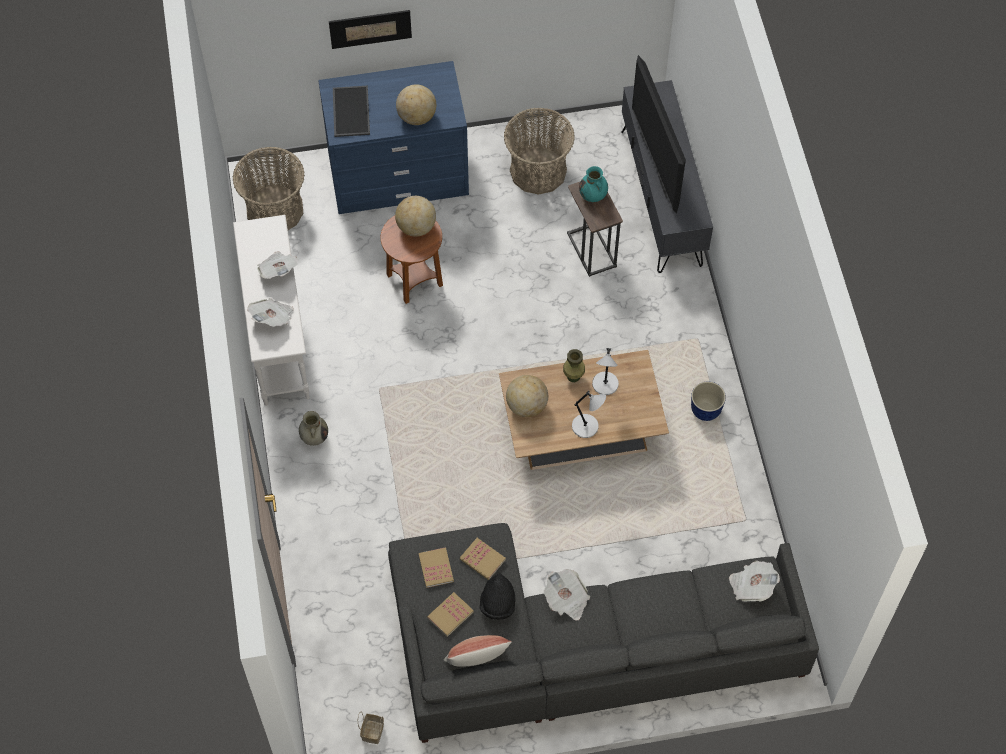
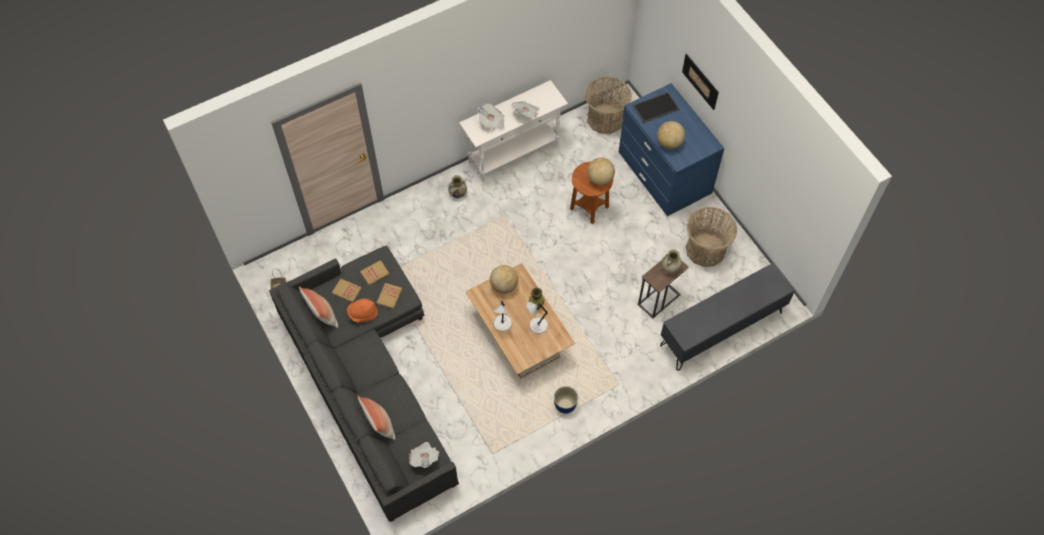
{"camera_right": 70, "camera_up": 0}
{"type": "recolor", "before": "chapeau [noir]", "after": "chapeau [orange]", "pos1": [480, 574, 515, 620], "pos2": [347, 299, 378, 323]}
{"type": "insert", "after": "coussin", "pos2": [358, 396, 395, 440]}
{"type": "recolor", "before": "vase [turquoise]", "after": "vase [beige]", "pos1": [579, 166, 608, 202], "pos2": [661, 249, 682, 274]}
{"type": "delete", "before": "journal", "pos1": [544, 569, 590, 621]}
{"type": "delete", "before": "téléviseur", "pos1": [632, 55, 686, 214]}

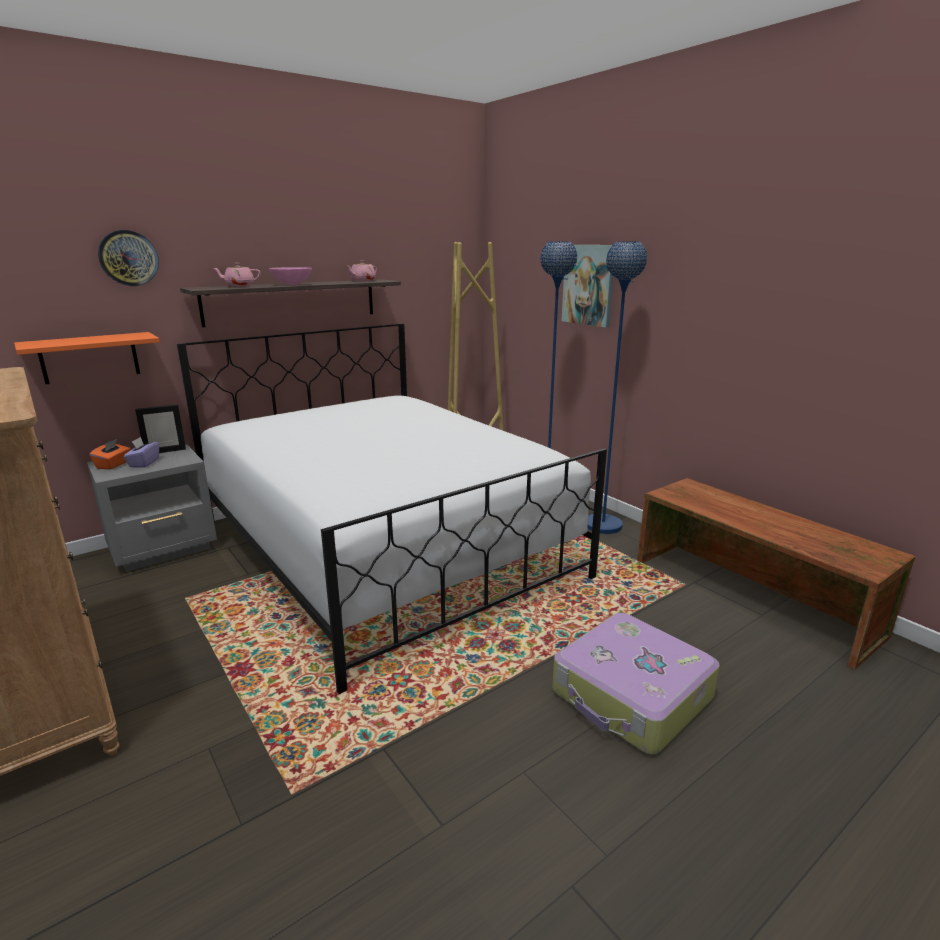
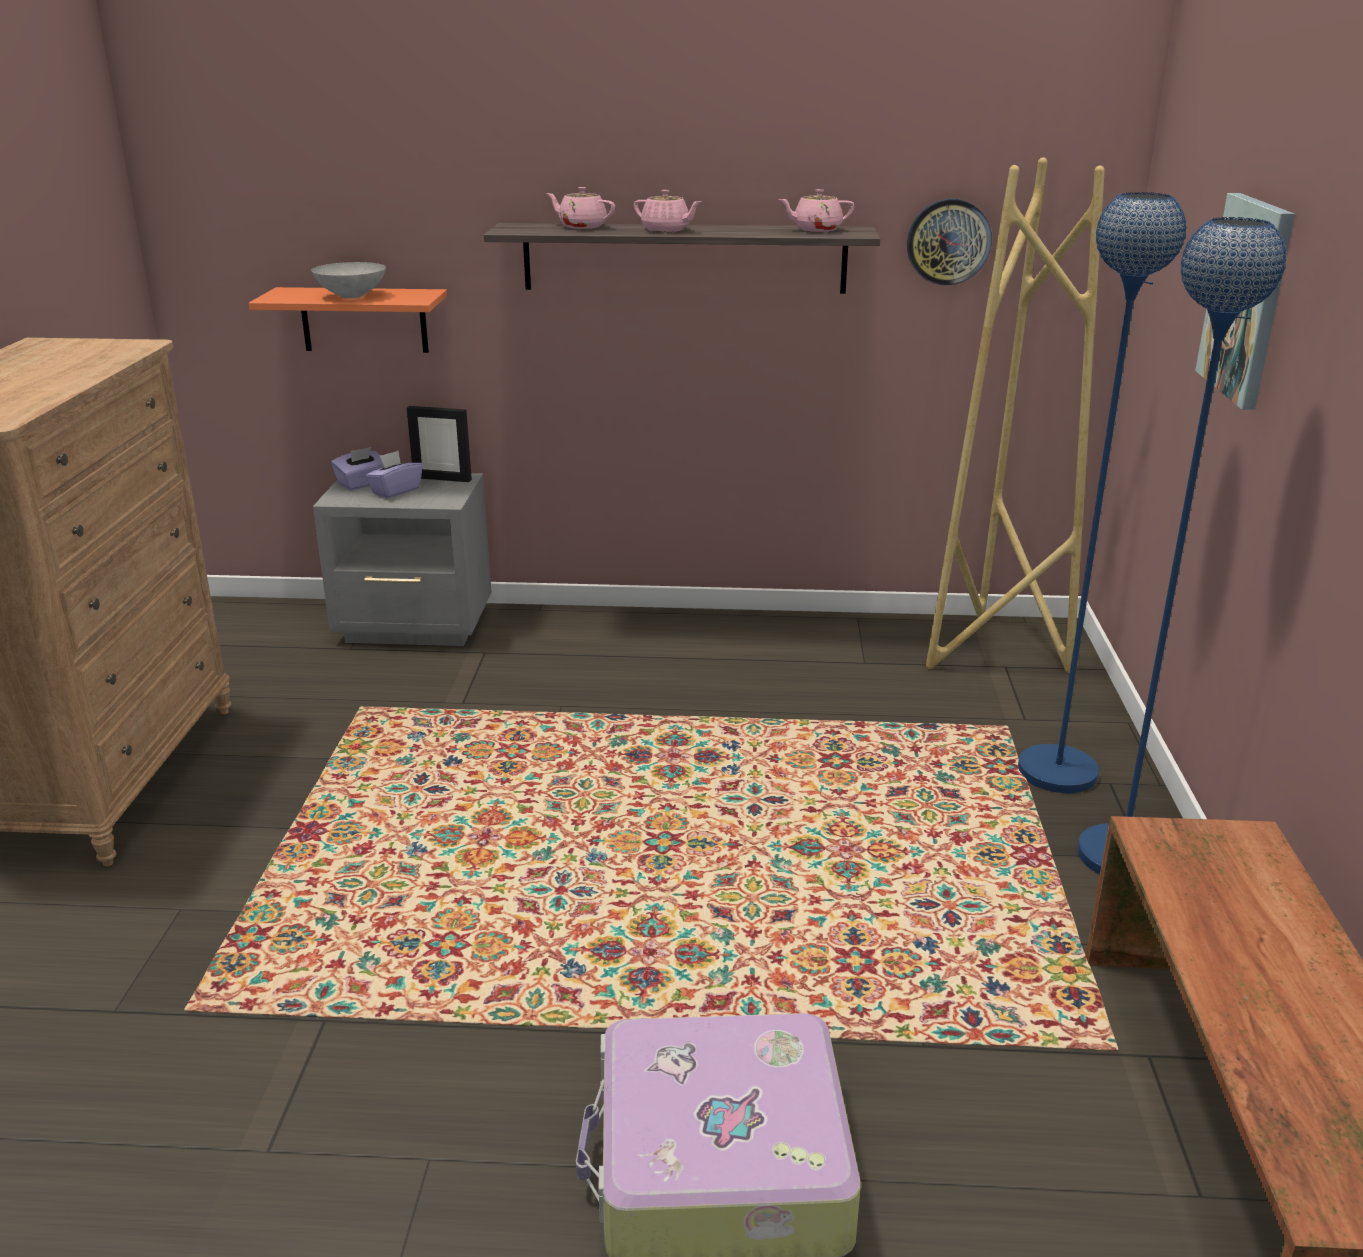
{"camera_right": 40, "camera_up": 5}
{"type": "insert", "after": "bol [gris]", "pos2": [311, 262, 386, 299]}
{"type": "recolor", "before": "boîte à mouchoirs [orange]", "after": "boîte à mouchoirs [violet]", "pos1": [89, 439, 131, 470], "pos2": [331, 447, 384, 490]}
{"type": "replace", "before": "bol [rose]", "after": "théière [rose]", "pos1": [269, 267, 312, 285], "pos2": [634, 190, 702, 232]}
{"type": "move", "before": "horloge murale", "pos1": [98, 230, 159, 286], "pos2": [907, 199, 992, 285]}
{"type": "delete", "before": "lit [blanc]", "pos1": [177, 323, 607, 694]}

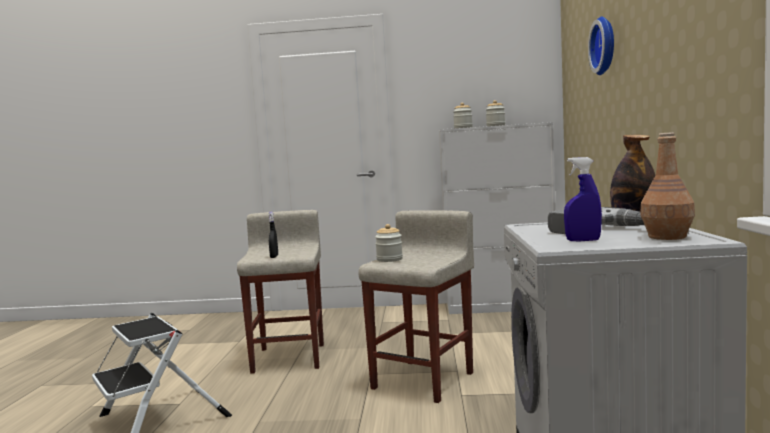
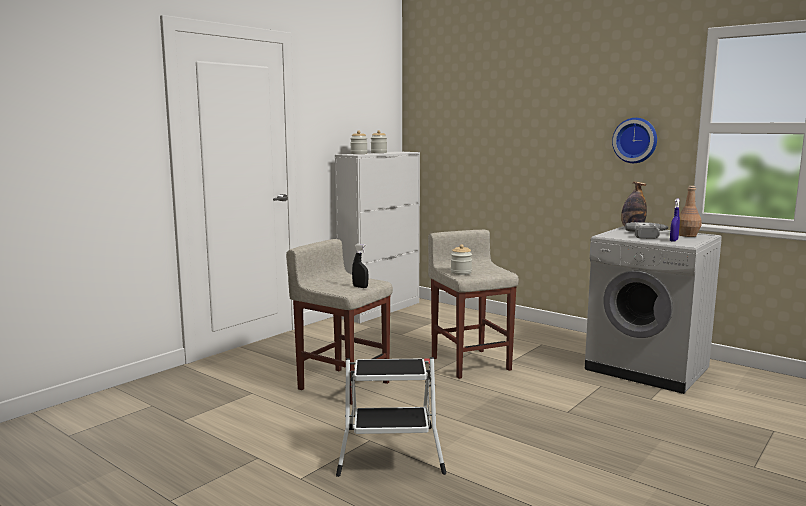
{"camera_right": -55, "camera_up": 5}
{"type": "move", "before": "horloge murale", "pos1": [588, 17, 614, 75], "pos2": [612, 118, 657, 163]}

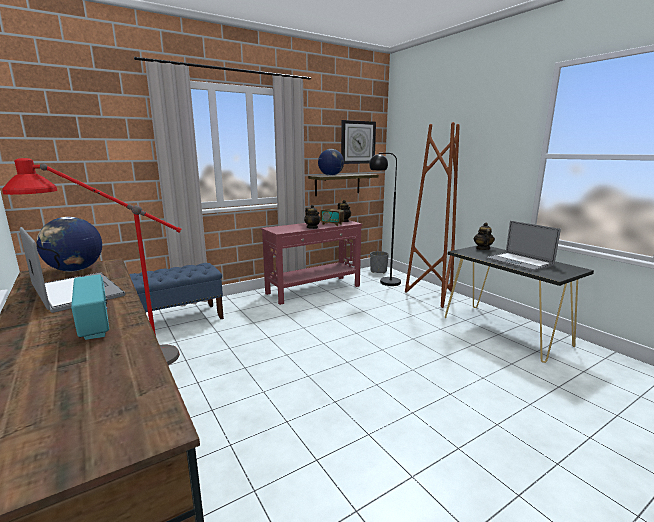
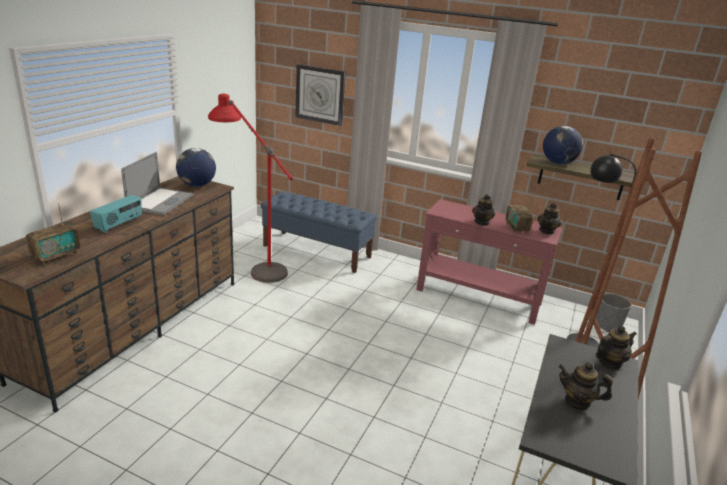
{"camera_right": 55, "camera_up": 10}
{"type": "insert", "after": "radio", "pos2": [26, 203, 80, 265]}
{"type": "move", "before": "horloge murale", "pos1": [341, 120, 376, 164], "pos2": [295, 64, 346, 126]}
{"type": "replace", "before": "ordinateur portable", "after": "théière", "pos1": [486, 221, 561, 271], "pos2": [558, 362, 613, 410]}

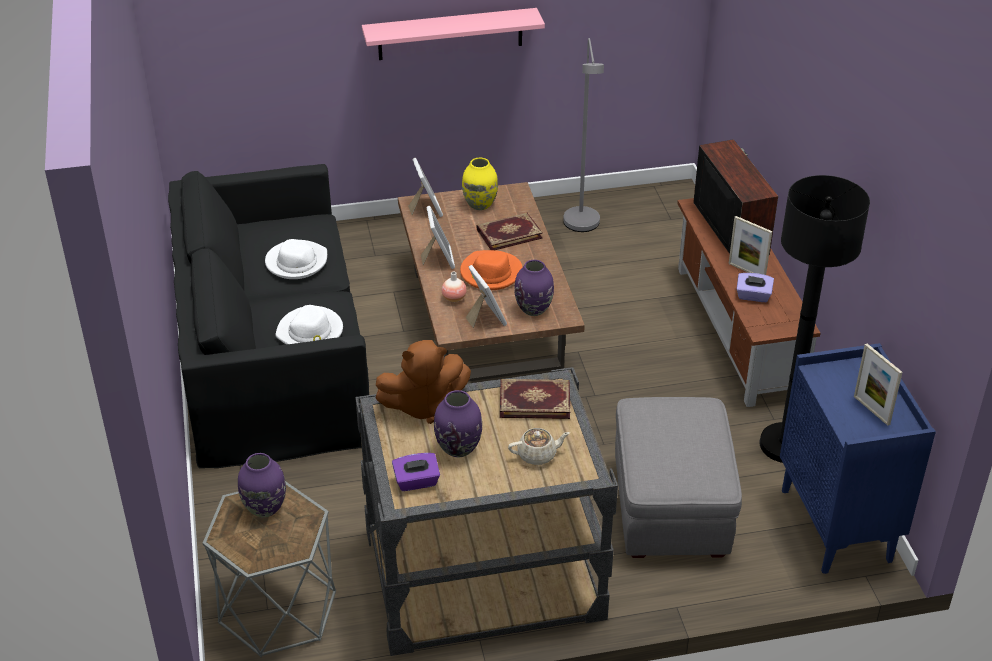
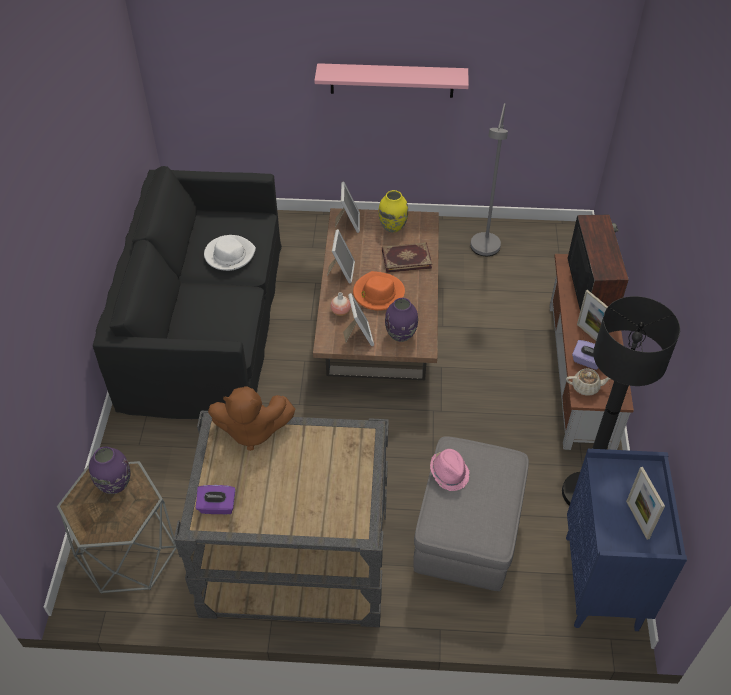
{"camera_right": 15, "camera_up": 10}
{"type": "insert", "after": "chapeau [rose]", "pos2": [430, 449, 470, 491]}
{"type": "move", "before": "théière [beige]", "pos1": [508, 428, 570, 465], "pos2": [566, 368, 610, 396]}
{"type": "delete", "before": "chapeau [blanc]", "pos1": [275, 305, 343, 345]}
{"type": "delete", "before": "vase [violet]", "pos1": [434, 390, 482, 458]}
{"type": "delete", "before": "livre", "pos1": [500, 379, 570, 419]}

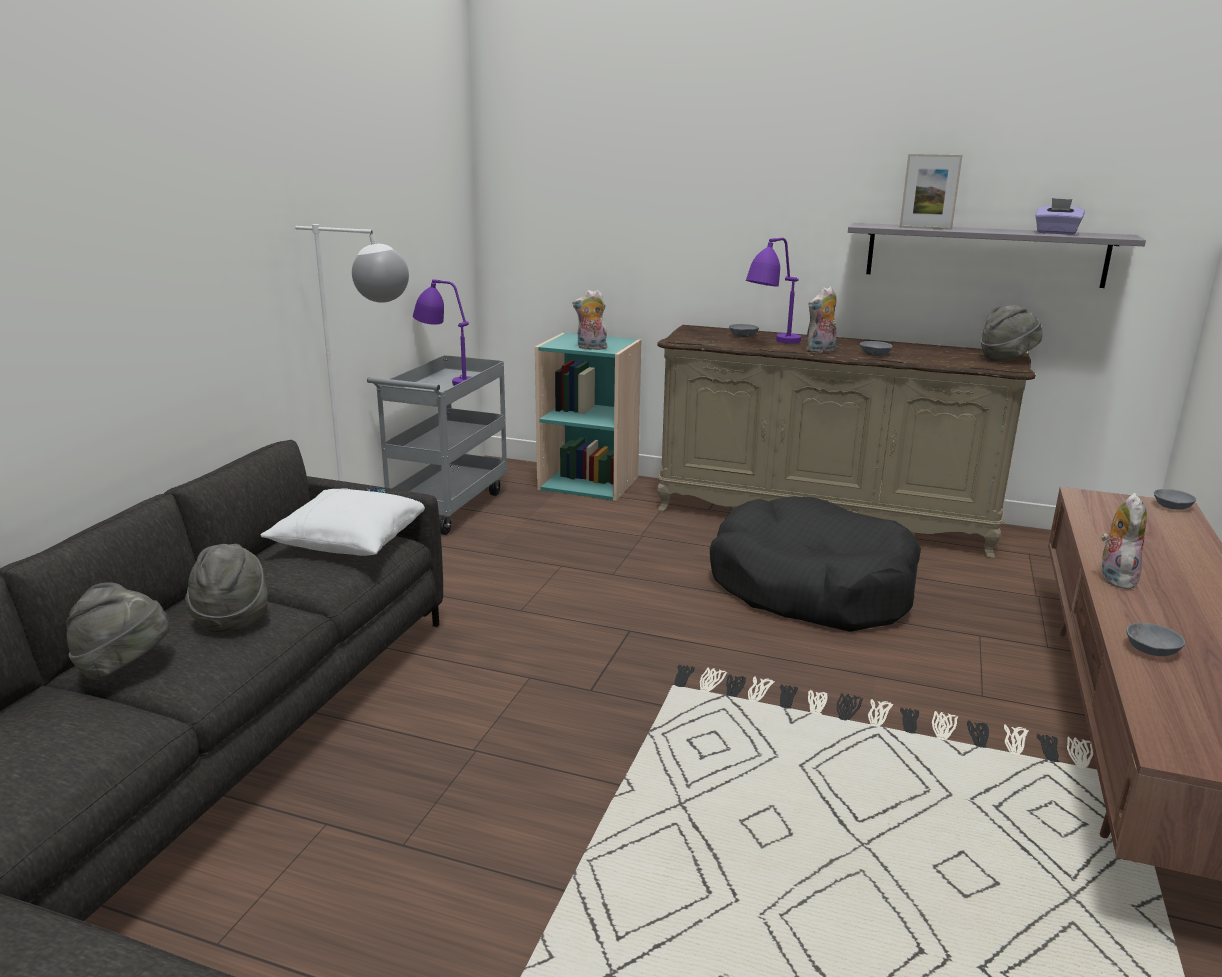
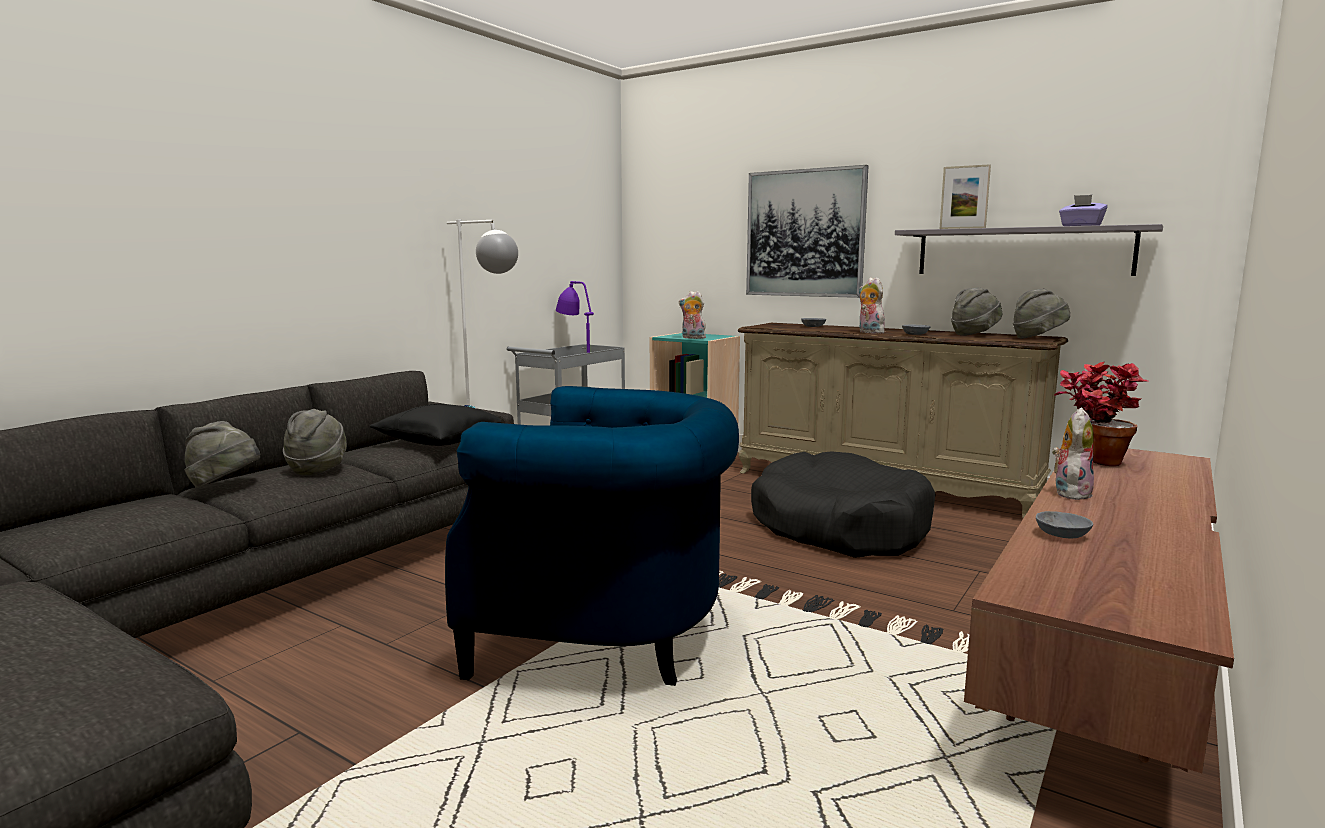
{"camera_right": 15, "camera_up": -10}
{"type": "recolor", "before": "coussin [blanc]", "after": "coussin [noir]", "pos1": [261, 487, 425, 556], "pos2": [370, 404, 501, 446]}
{"type": "insert", "after": "fauteuil [bleu]", "pos2": [445, 386, 739, 686]}
{"type": "insert", "after": "tableau", "pos2": [746, 165, 869, 298]}
{"type": "rotate", "before": "peluche", "pos1": [806, 286, 837, 353], "pos2": [859, 277, 885, 333], "turn": 75}
{"type": "insert", "after": "chapeau [gris]", "pos2": [951, 287, 1002, 336]}
{"type": "insert", "after": "plante en pot", "pos2": [1054, 362, 1149, 466]}
{"type": "delete", "before": "lampe de table [violet]", "pos1": [746, 238, 801, 344]}
{"type": "delete", "before": "bol [gris]", "pos1": [1154, 489, 1196, 510]}

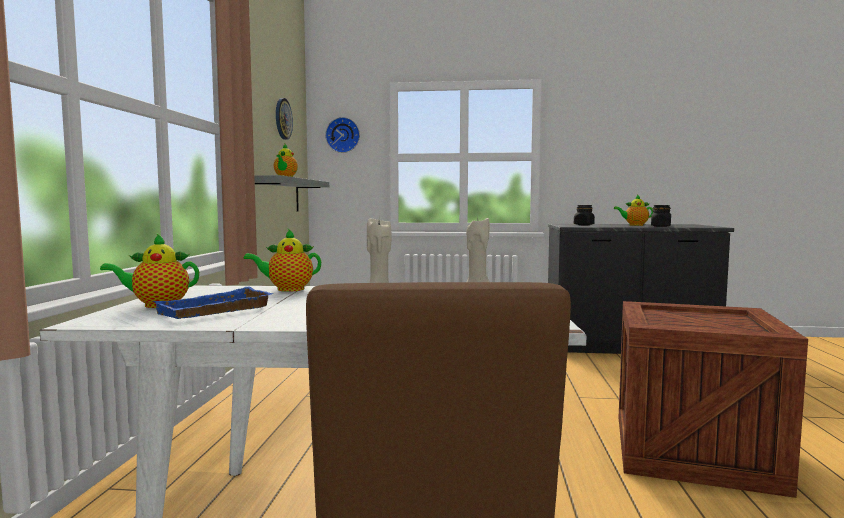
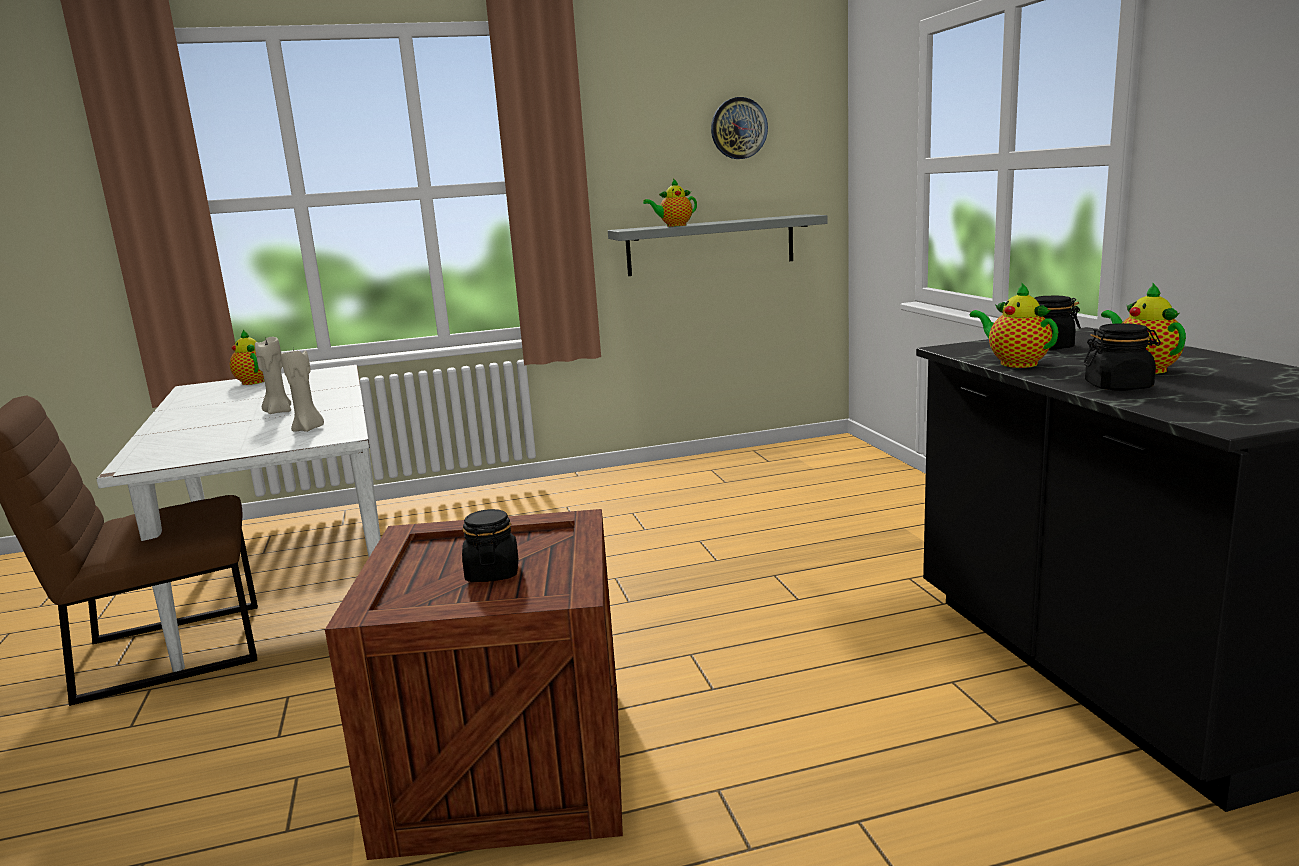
{"camera_right": 70, "camera_up": 10}
{"type": "insert", "after": "bocal [noir]", "pos2": [462, 509, 518, 582]}
{"type": "move", "before": "théière", "pos1": [244, 229, 321, 292], "pos2": [970, 282, 1058, 368]}
{"type": "delete", "before": "plateau [bleu]", "pos1": [153, 287, 274, 319]}
{"type": "delete", "before": "horloge murale", "pos1": [325, 117, 360, 153]}

